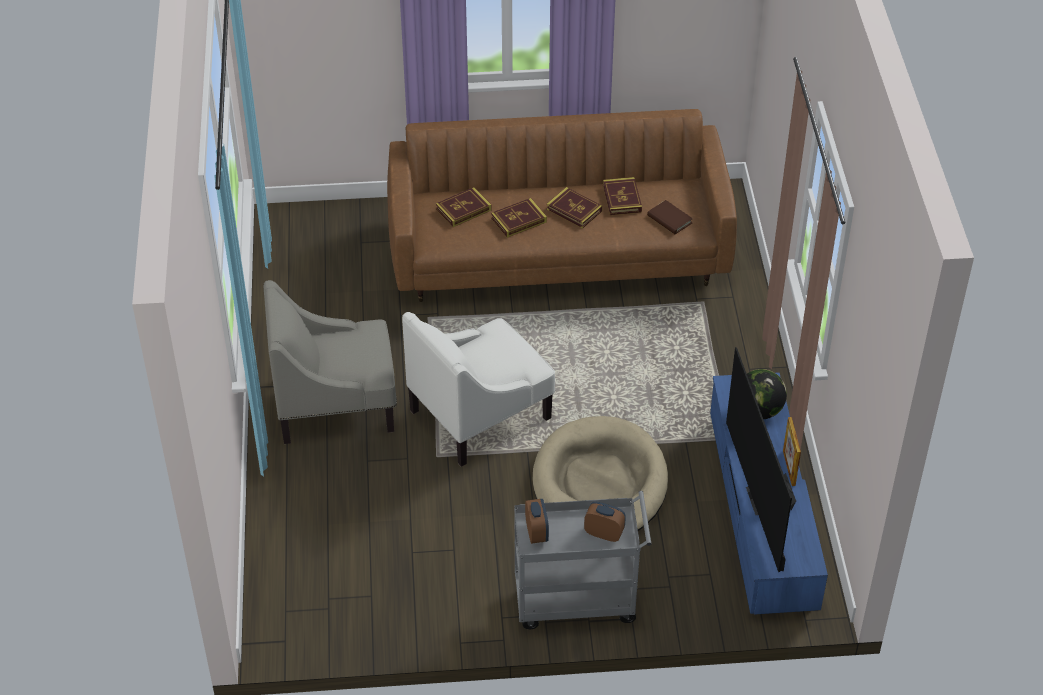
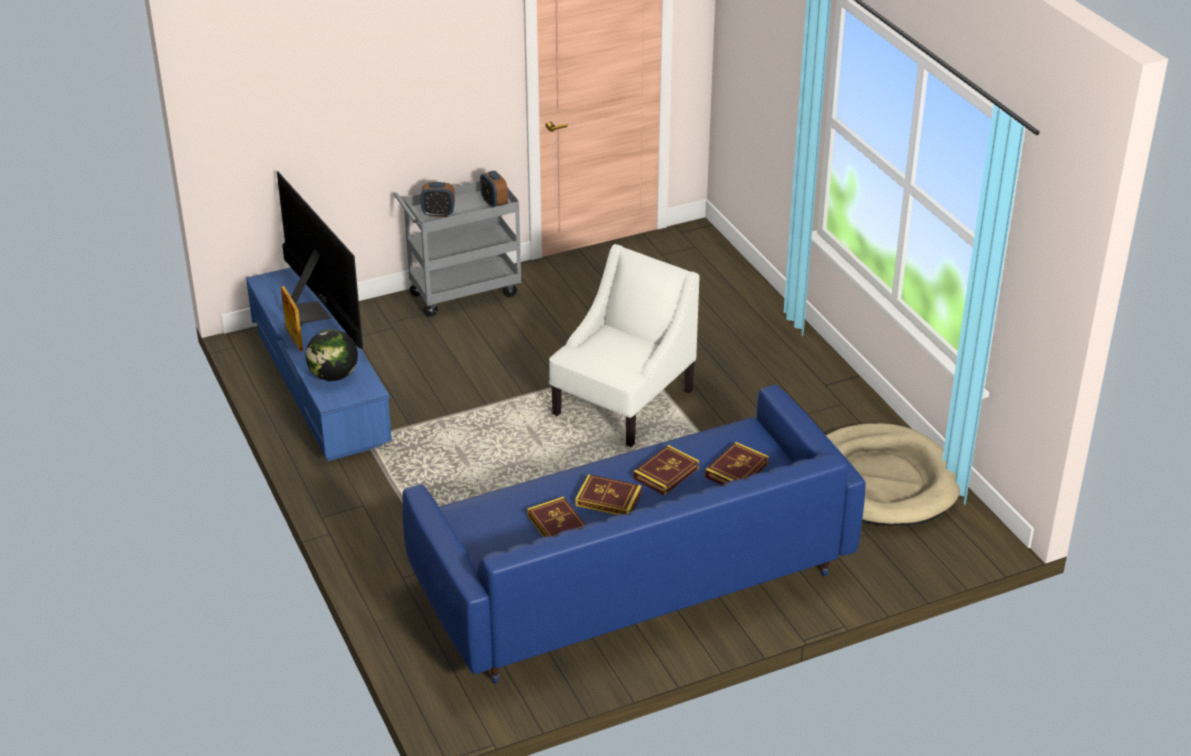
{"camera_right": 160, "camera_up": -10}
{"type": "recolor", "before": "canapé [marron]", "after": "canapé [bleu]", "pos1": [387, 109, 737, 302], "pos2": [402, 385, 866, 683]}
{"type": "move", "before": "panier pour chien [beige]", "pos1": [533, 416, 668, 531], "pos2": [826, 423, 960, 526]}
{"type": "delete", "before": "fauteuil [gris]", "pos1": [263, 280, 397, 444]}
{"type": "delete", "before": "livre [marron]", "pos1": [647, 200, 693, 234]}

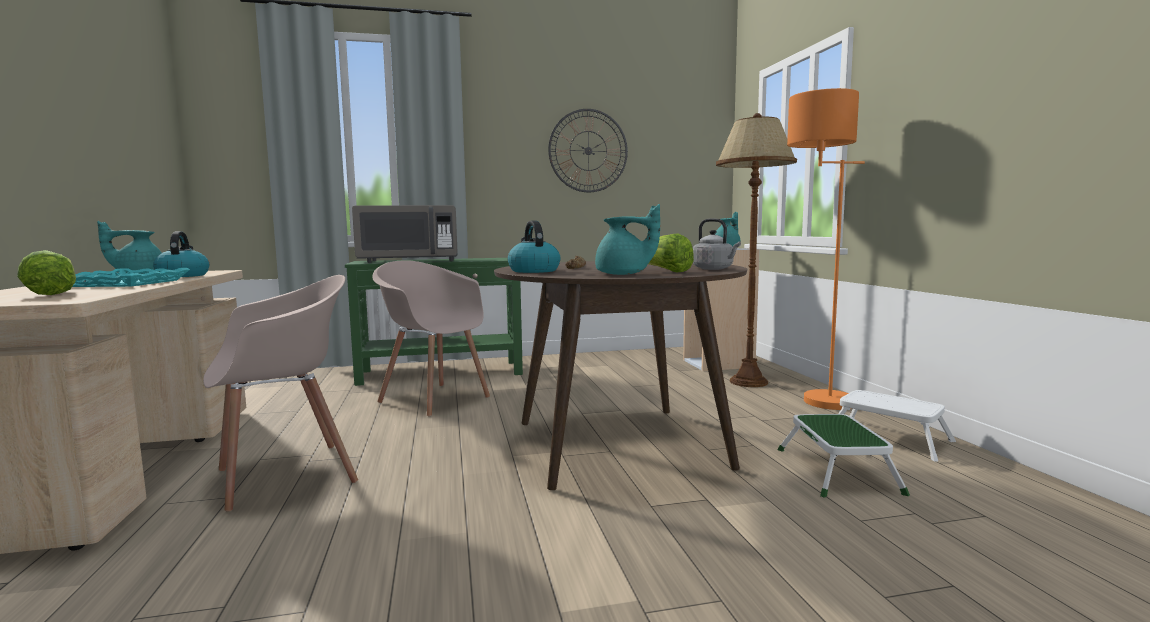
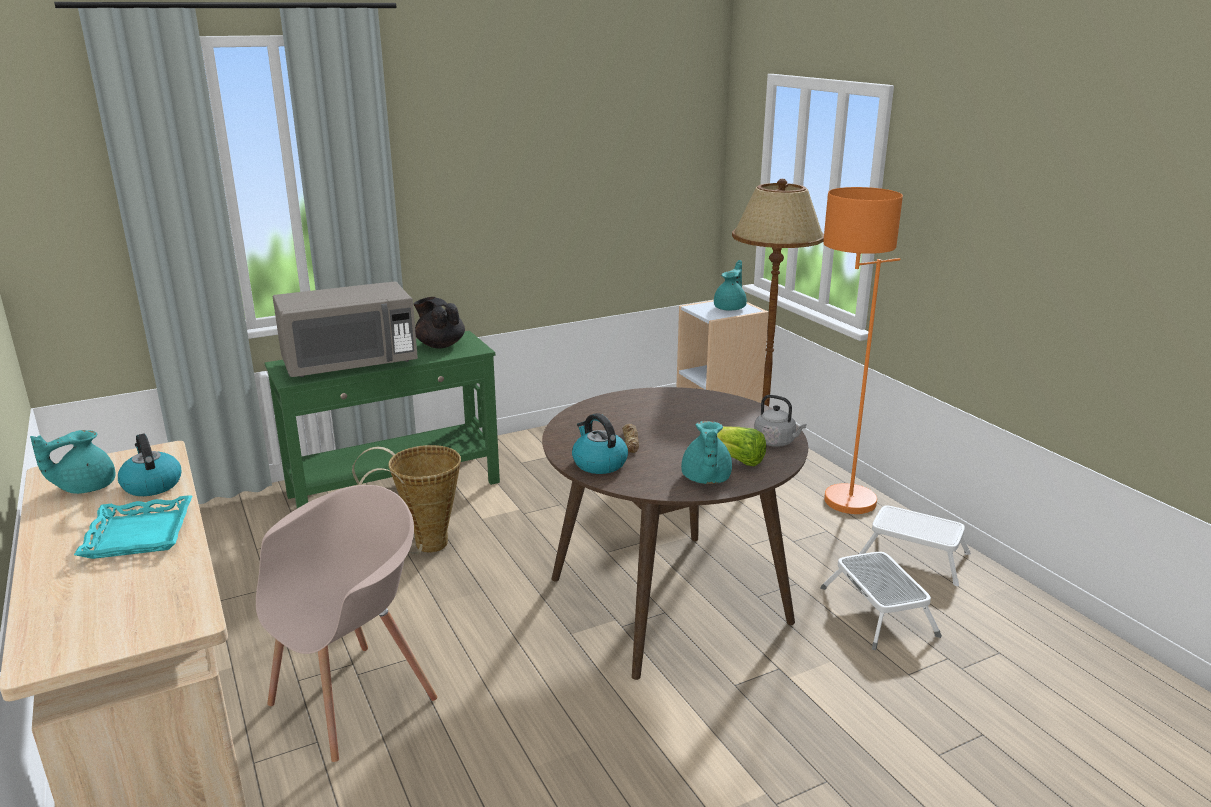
{"camera_right": -15, "camera_up": 15}
{"type": "replace", "before": "chaise [beige]", "after": "panier", "pos1": [372, 260, 490, 416], "pos2": [352, 445, 461, 554]}
{"type": "insert", "after": "théière [noir]", "pos2": [414, 297, 465, 348]}
{"type": "rotate", "before": "théière [turquoise]", "pos1": [595, 204, 660, 275], "pos2": [681, 421, 732, 484], "turn": 90}
{"type": "recolor", "before": "escabeau [vert]", "after": "escabeau [gris]", "pos1": [777, 414, 910, 498], "pos2": [820, 552, 942, 650]}
{"type": "delete", "before": "laitue", "pos1": [17, 250, 76, 295]}
{"type": "delete", "before": "horloge murale", "pos1": [548, 109, 628, 193]}

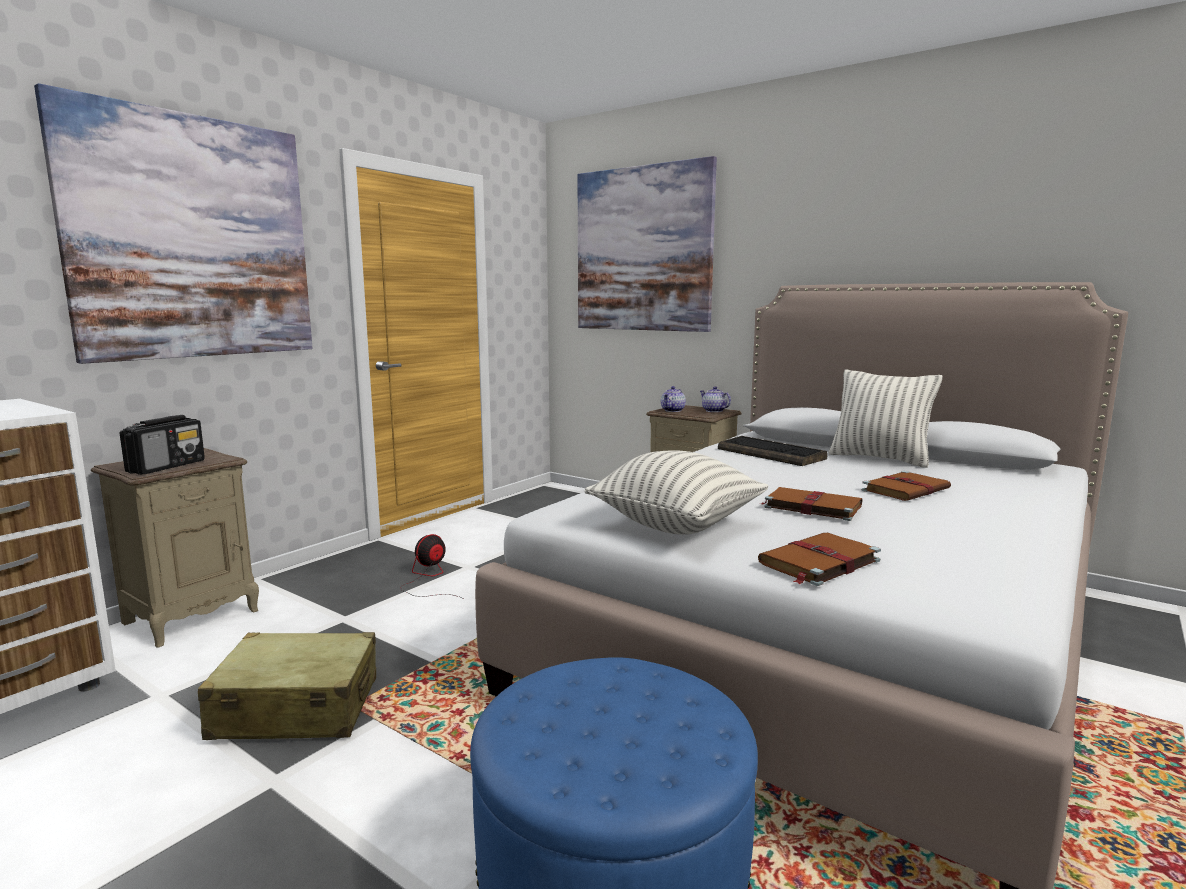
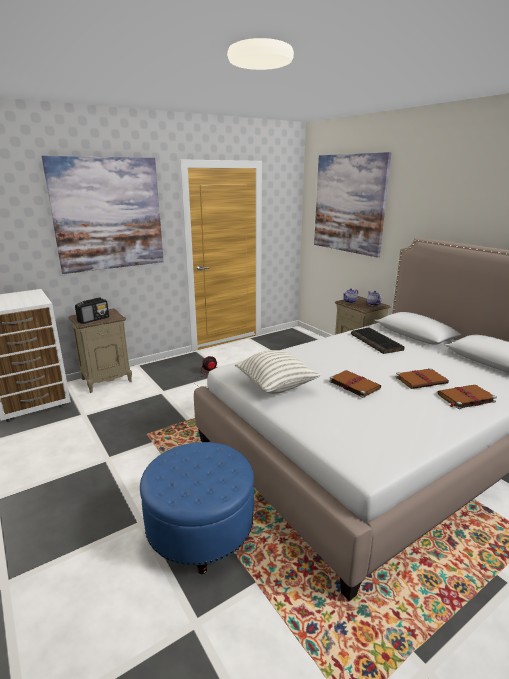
{"camera_right": 20, "camera_up": 10}
{"type": "move", "before": "livre [marron]", "pos1": [758, 533, 881, 586], "pos2": [438, 385, 497, 409]}
{"type": "delete", "before": "valise [beige]", "pos1": [198, 632, 376, 740]}
{"type": "delete", "before": "coussin", "pos1": [829, 370, 943, 468]}

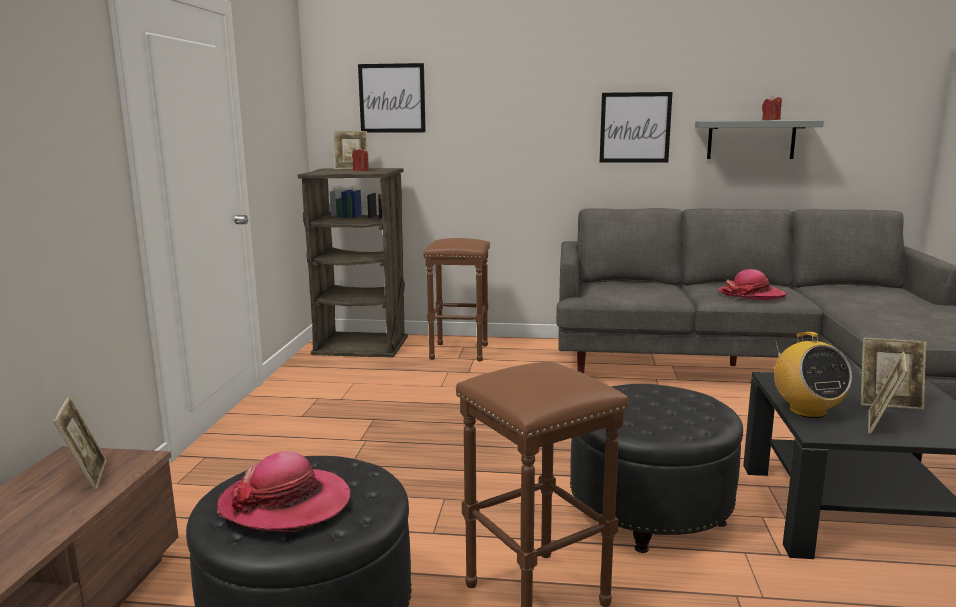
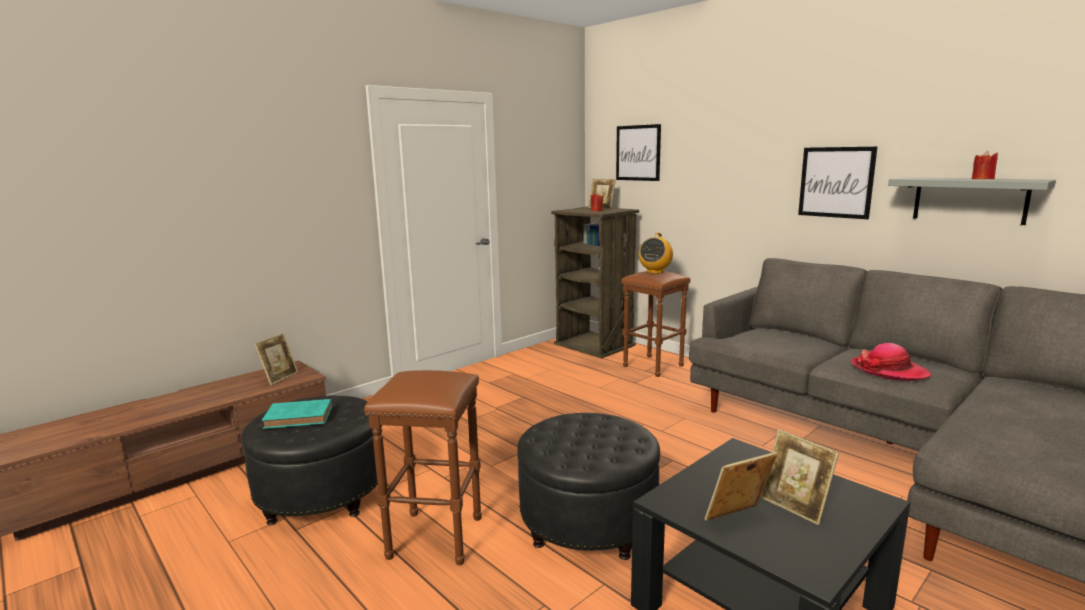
{"camera_right": 40, "camera_up": 0}
{"type": "replace", "before": "chapeau", "after": "livre [turquoise]", "pos1": [217, 451, 351, 532], "pos2": [262, 399, 332, 429]}
{"type": "move", "before": "radio", "pos1": [774, 332, 852, 418], "pos2": [638, 233, 673, 274]}

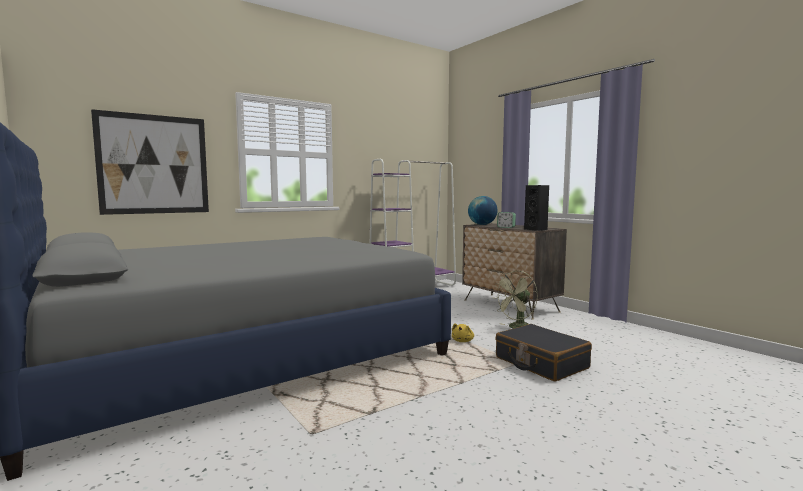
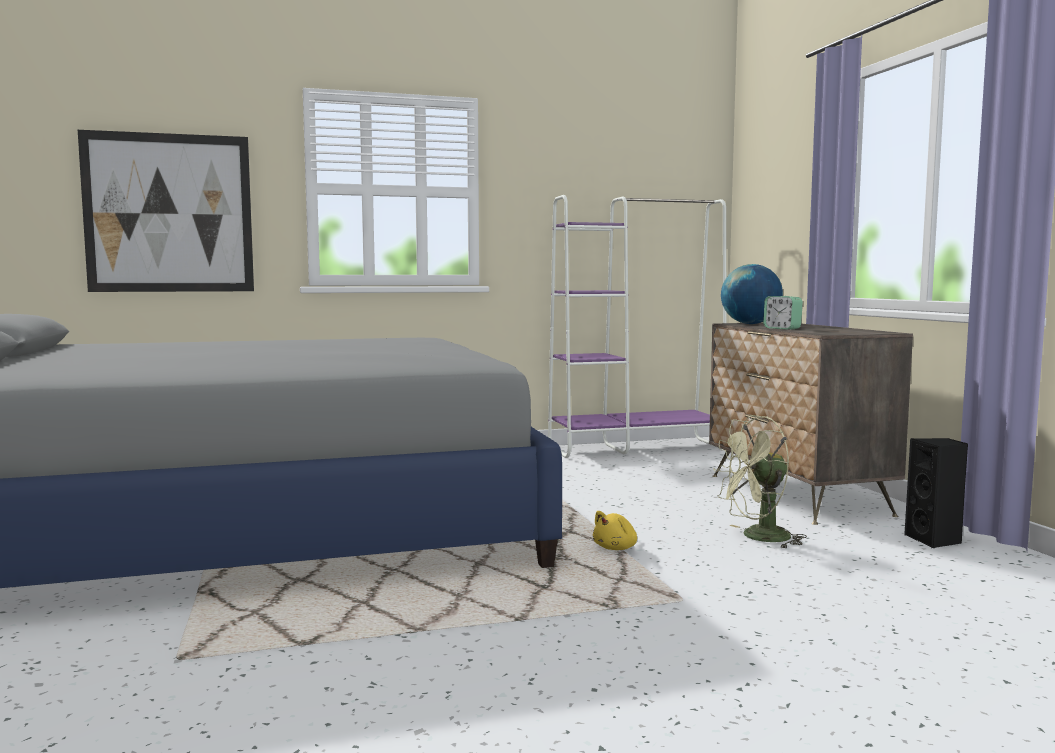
{"camera_right": 20, "camera_up": 0}
{"type": "move", "before": "enceinte [noir]", "pos1": [524, 185, 549, 231], "pos2": [904, 438, 968, 548]}
{"type": "delete", "before": "valise [noir]", "pos1": [495, 324, 592, 382]}

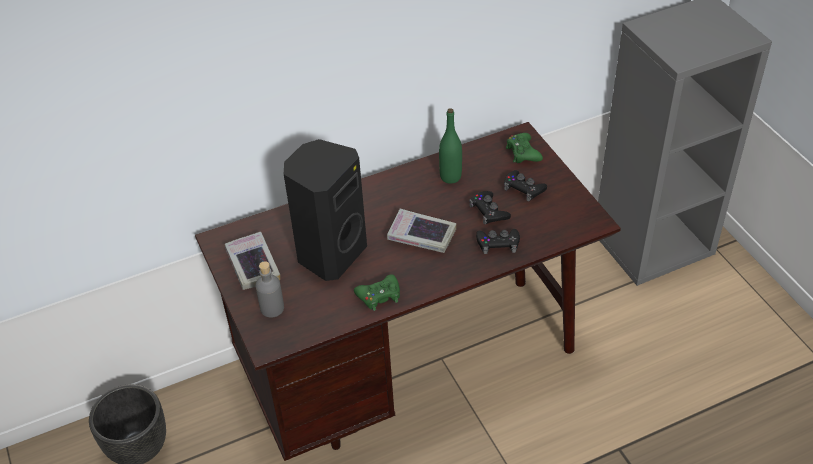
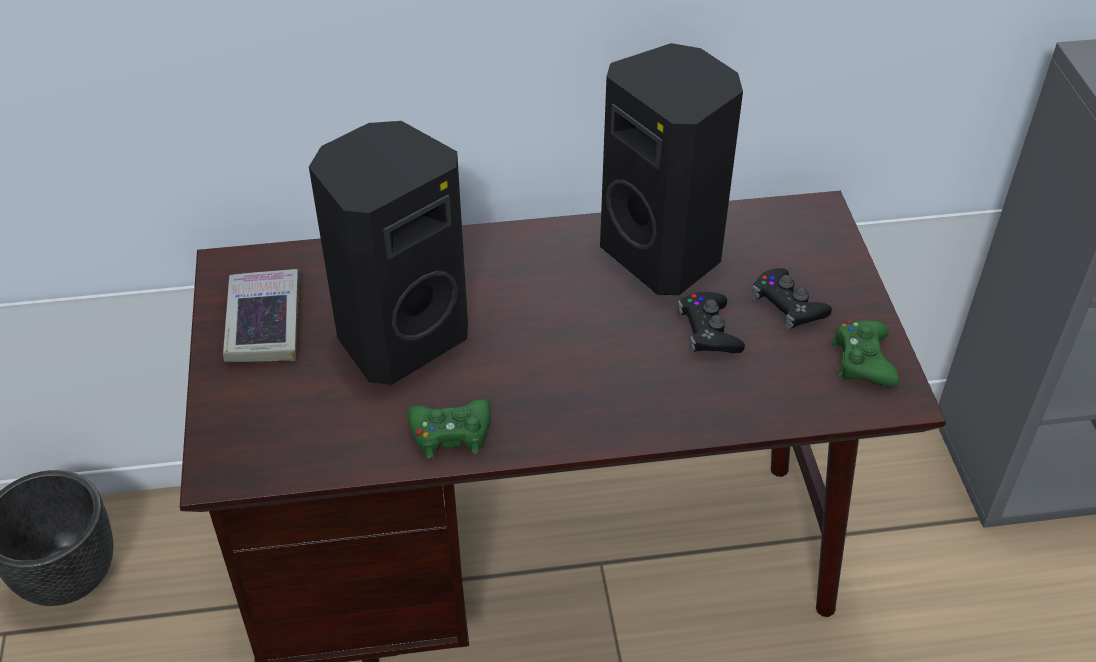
{"camera_right": 15, "camera_up": 0}
{"type": "replace", "before": "bouteille [vert]", "after": "enceinte [noir]", "pos1": [439, 108, 462, 184], "pos2": [600, 43, 743, 295]}
{"type": "move", "before": "manette [vert]", "pos1": [506, 133, 543, 163], "pos2": [832, 321, 899, 387]}
{"type": "delete", "before": "bouteille [gris]", "pos1": [256, 261, 284, 318]}
{"type": "delete", "before": "livre", "pos1": [387, 209, 456, 253]}
{"type": "delete", "before": "manette [noir]", "pos1": [476, 229, 520, 254]}

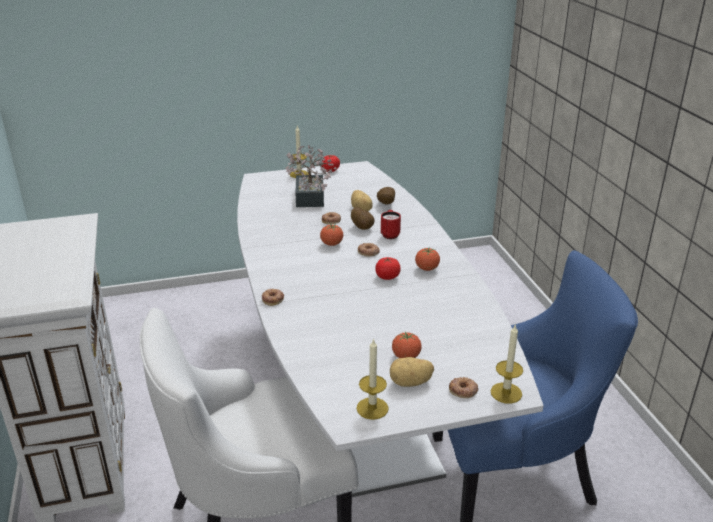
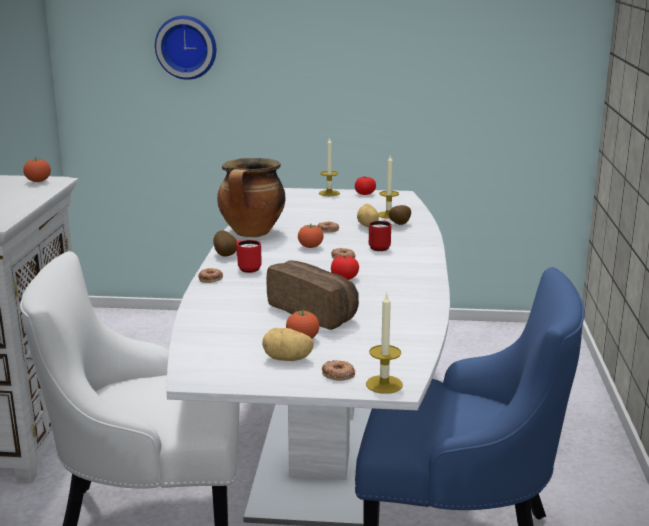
{"camera_right": 20, "camera_up": -10}
{"type": "move", "before": "tomate", "pos1": [415, 247, 440, 271], "pos2": [23, 157, 51, 182]}
{"type": "insert", "after": "horloge murale", "pos2": [155, 16, 216, 80]}
{"type": "move", "before": "pomme de terre", "pos1": [351, 207, 375, 230], "pos2": [213, 230, 237, 257]}
{"type": "insert", "after": "marmite", "pos2": [217, 158, 285, 237]}
{"type": "insert", "after": "mug [rouge]", "pos2": [236, 240, 262, 273]}
{"type": "insert", "after": "pain", "pos2": [267, 261, 359, 330]}
{"type": "move", "before": "bougie", "pos1": [356, 338, 389, 420], "pos2": [378, 156, 399, 219]}
{"type": "delete", "before": "plante en pot", "pos1": [285, 145, 337, 207]}

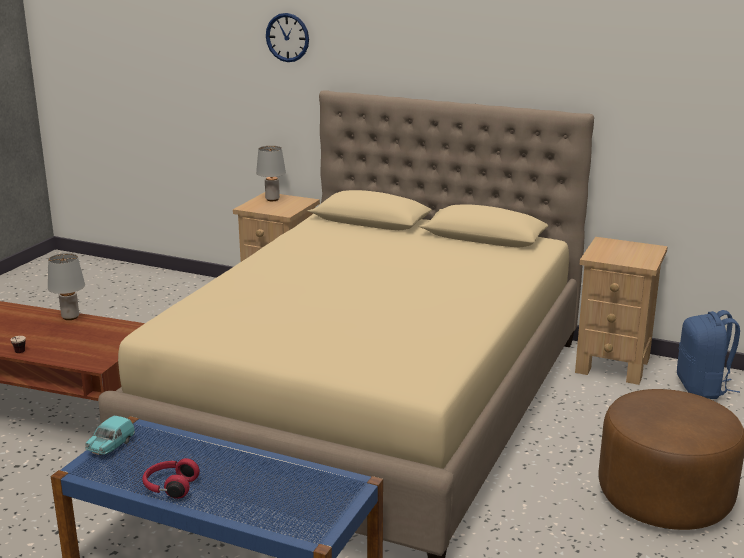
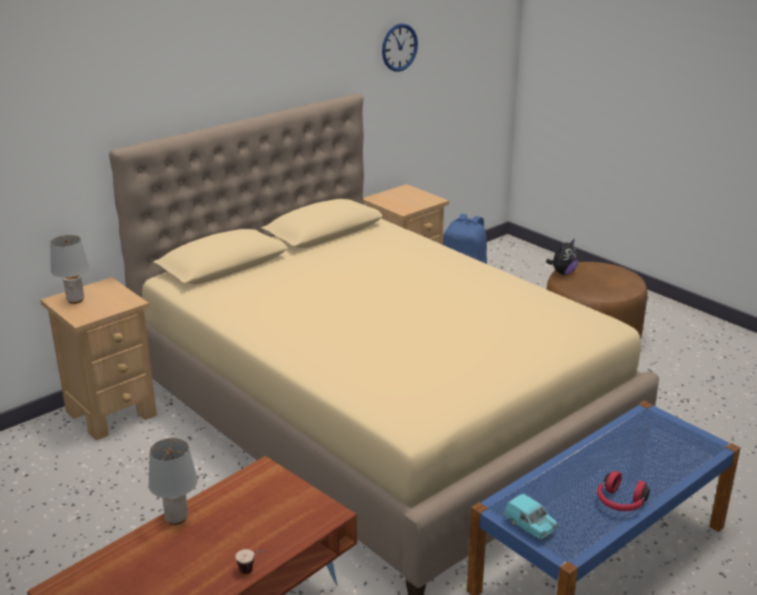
{"camera_right": -65, "camera_up": 5}
{"type": "move", "before": "horloge murale", "pos1": [266, 13, 309, 62], "pos2": [382, 24, 418, 71]}
{"type": "insert", "after": "peluche", "pos2": [546, 239, 579, 275]}

